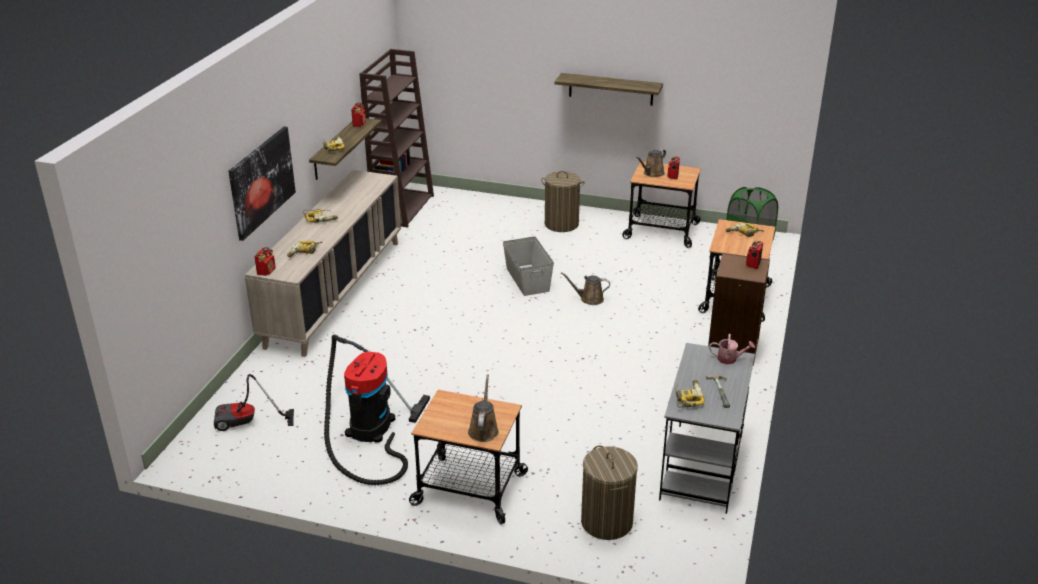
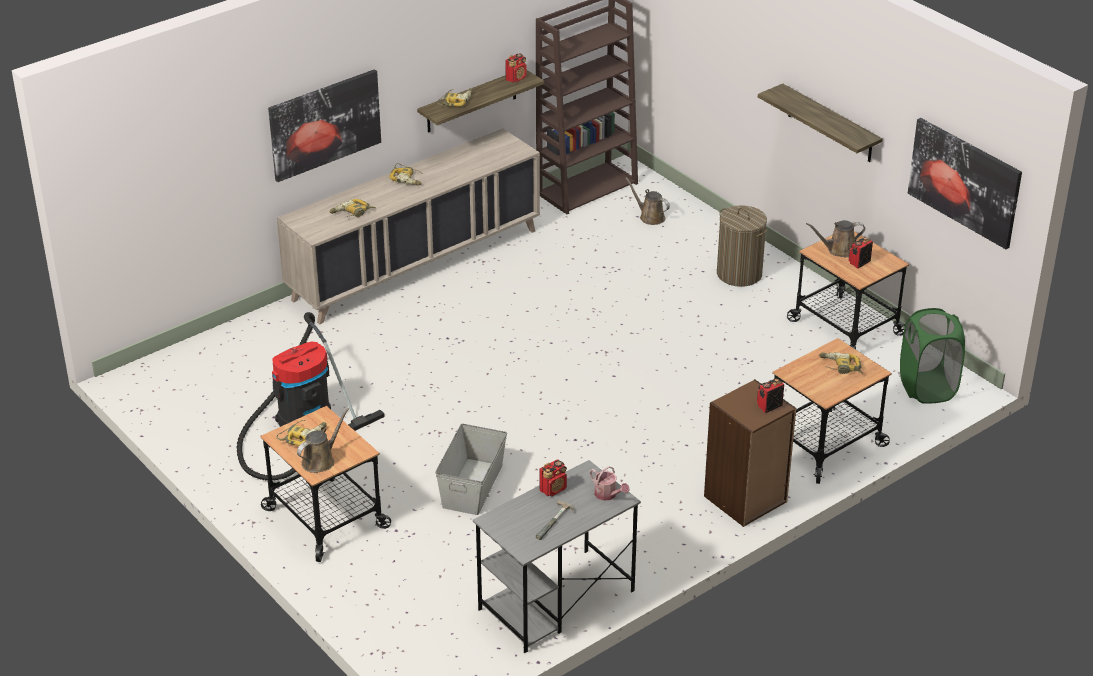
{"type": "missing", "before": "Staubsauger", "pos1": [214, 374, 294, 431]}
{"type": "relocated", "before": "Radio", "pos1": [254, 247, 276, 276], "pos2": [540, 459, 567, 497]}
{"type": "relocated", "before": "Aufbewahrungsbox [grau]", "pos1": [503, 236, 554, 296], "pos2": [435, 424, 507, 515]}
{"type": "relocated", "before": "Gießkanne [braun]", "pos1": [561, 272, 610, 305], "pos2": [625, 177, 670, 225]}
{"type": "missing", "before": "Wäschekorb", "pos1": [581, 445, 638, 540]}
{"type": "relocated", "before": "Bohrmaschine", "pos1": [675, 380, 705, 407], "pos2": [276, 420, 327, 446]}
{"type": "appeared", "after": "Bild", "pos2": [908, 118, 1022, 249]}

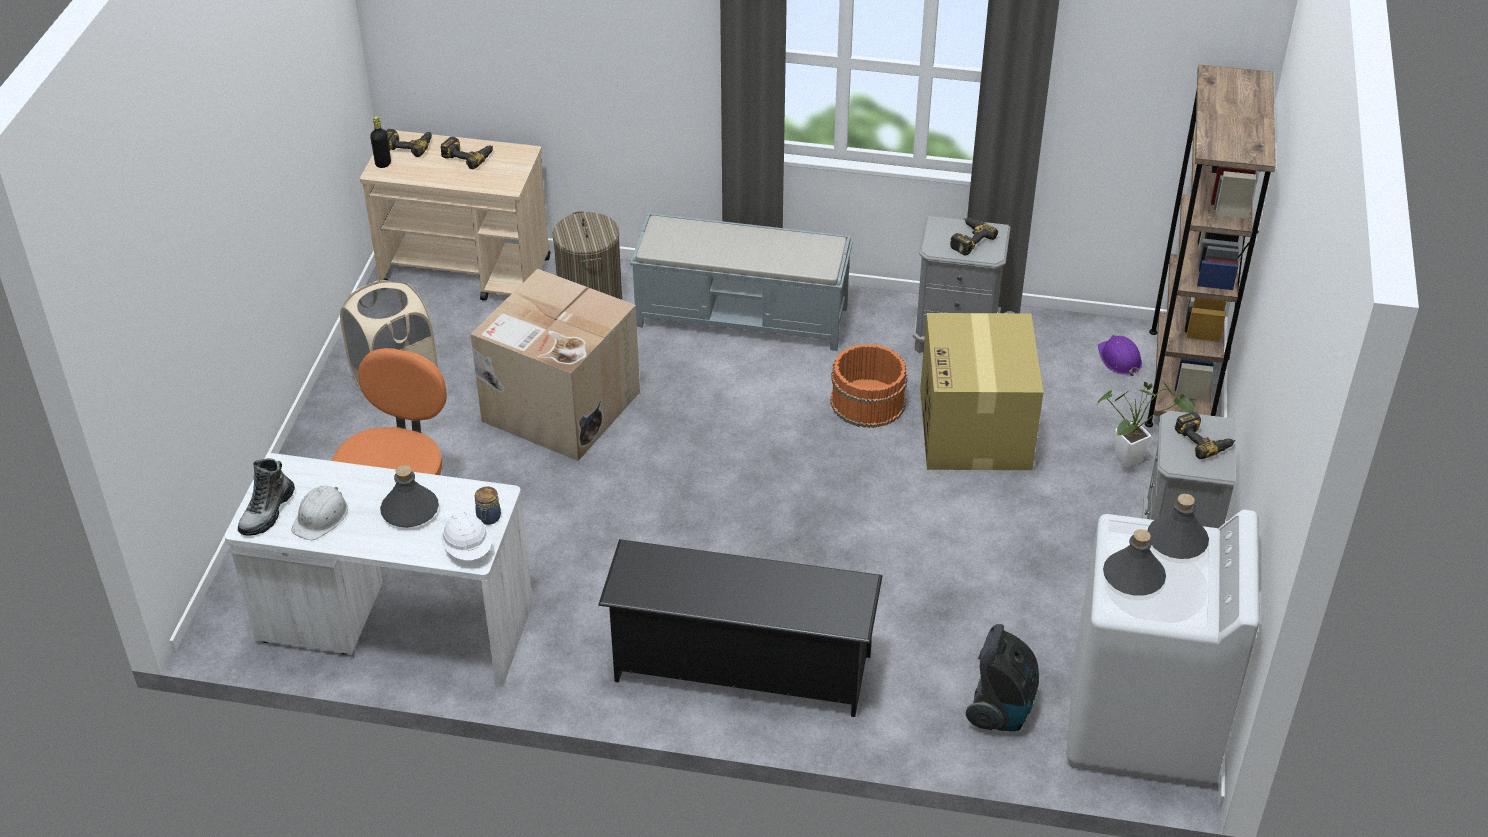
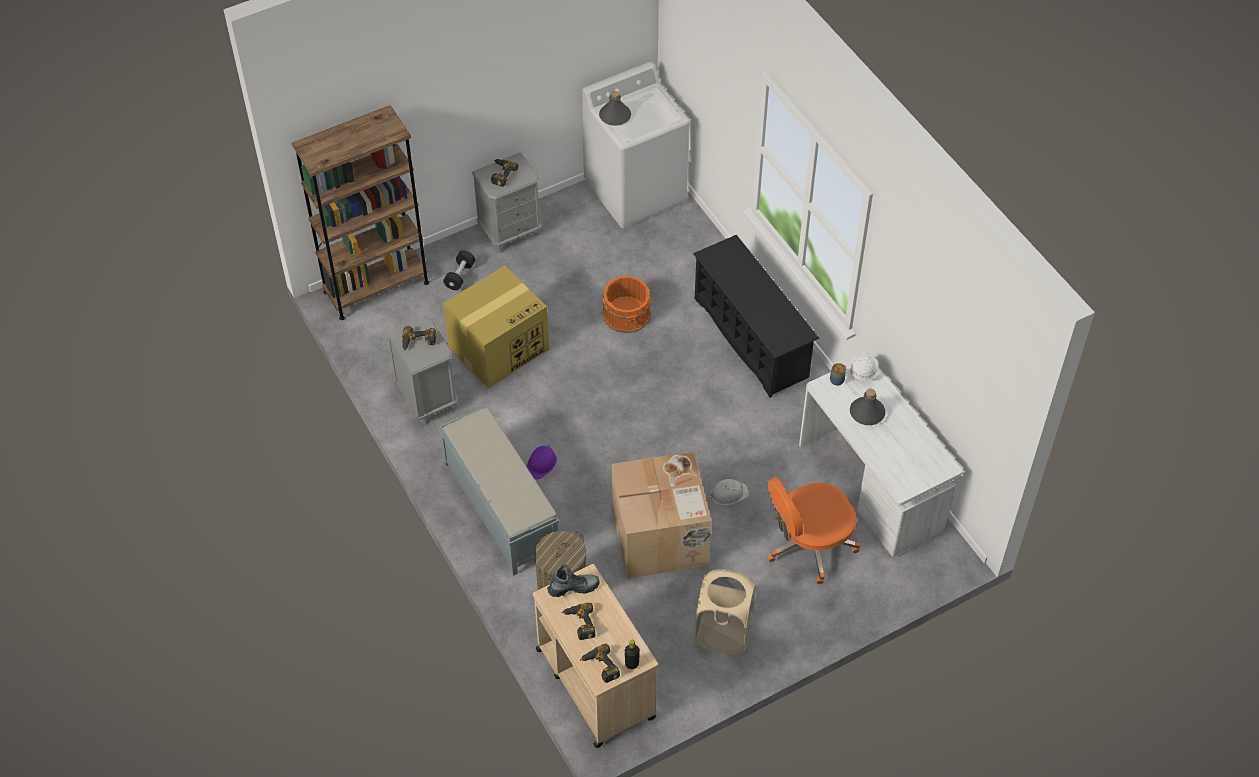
{"type": "relocated", "before": "Stiefel", "pos1": [238, 458, 295, 536], "pos2": [547, 564, 600, 597]}
{"type": "relocated", "before": "Schutzhelm [weiß]", "pos1": [291, 486, 348, 540], "pos2": [709, 479, 749, 505]}
{"type": "relocated", "before": "Eimer [orange]", "pos1": [830, 344, 907, 428], "pos2": [602, 276, 651, 333]}
{"type": "missing", "before": "Staubsauger", "pos1": [966, 624, 1039, 731]}
{"type": "exchanged", "before": "Topfpflanze", "after": "Hantel [schwarz]", "pos1": [1097, 382, 1194, 468], "pos2": [443, 250, 475, 290]}
{"type": "relocated", "before": "Schutzhelm [lila]", "pos1": [1098, 335, 1142, 376], "pos2": [526, 445, 557, 479]}
{"type": "missing", "before": "Flasche [grau]", "pos1": [1103, 529, 1166, 596]}

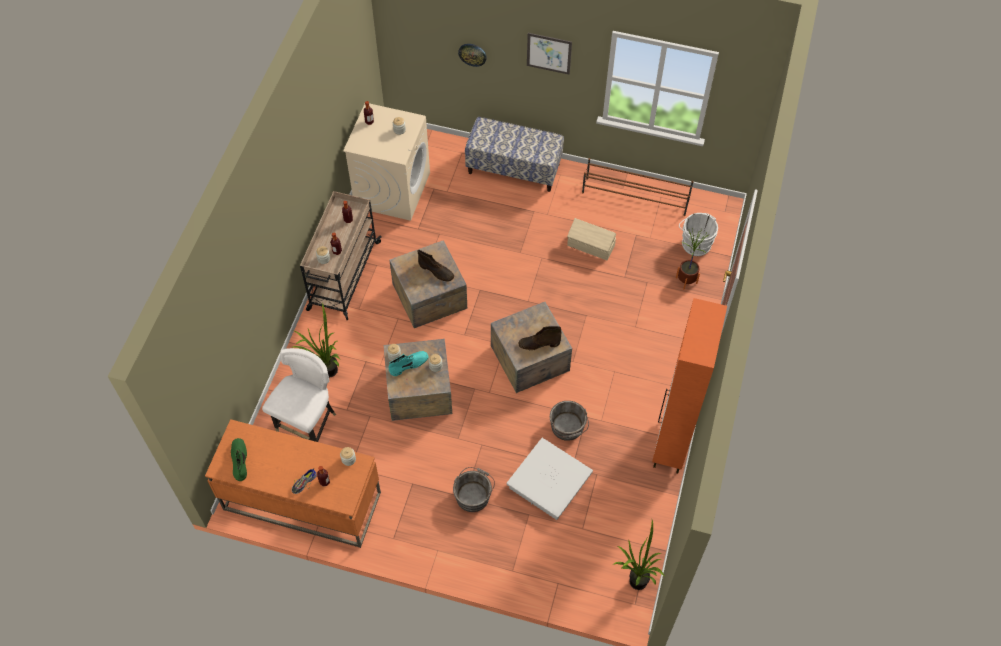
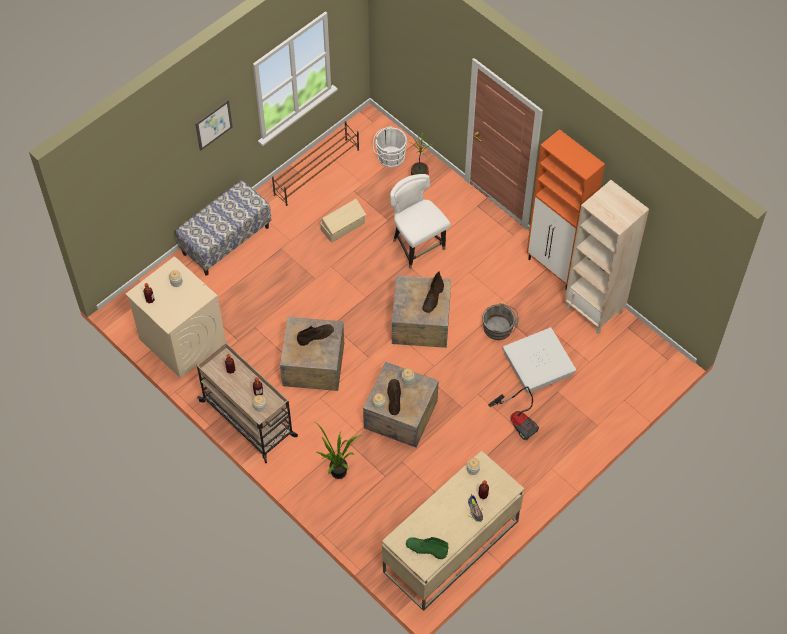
{"type": "colour", "before": "Schreibtisch [orange]", "after": "Schreibtisch [beige]", "pos1": [205, 419, 381, 548], "pos2": [382, 451, 524, 611]}
{"type": "relocated", "before": "Stuhl [weiß]", "pos1": [262, 348, 336, 442], "pos2": [390, 174, 451, 269]}
{"type": "colour", "before": "Stiefel [türkis]", "after": "Stiefel [braun]", "pos1": [389, 351, 428, 376], "pos2": [387, 379, 401, 415]}
{"type": "exchanged", "before": "Eimer [grau]", "after": "Staubsauger", "pos1": [453, 467, 495, 512], "pos2": [488, 386, 539, 440]}
{"type": "missing", "before": "Wanduhr", "pos1": [458, 44, 487, 67]}
{"type": "missing", "before": "Topfpflanze", "pos1": [614, 520, 665, 590]}
{"type": "appeared", "after": "Bücherregal [beige]", "pos2": [565, 180, 649, 334]}

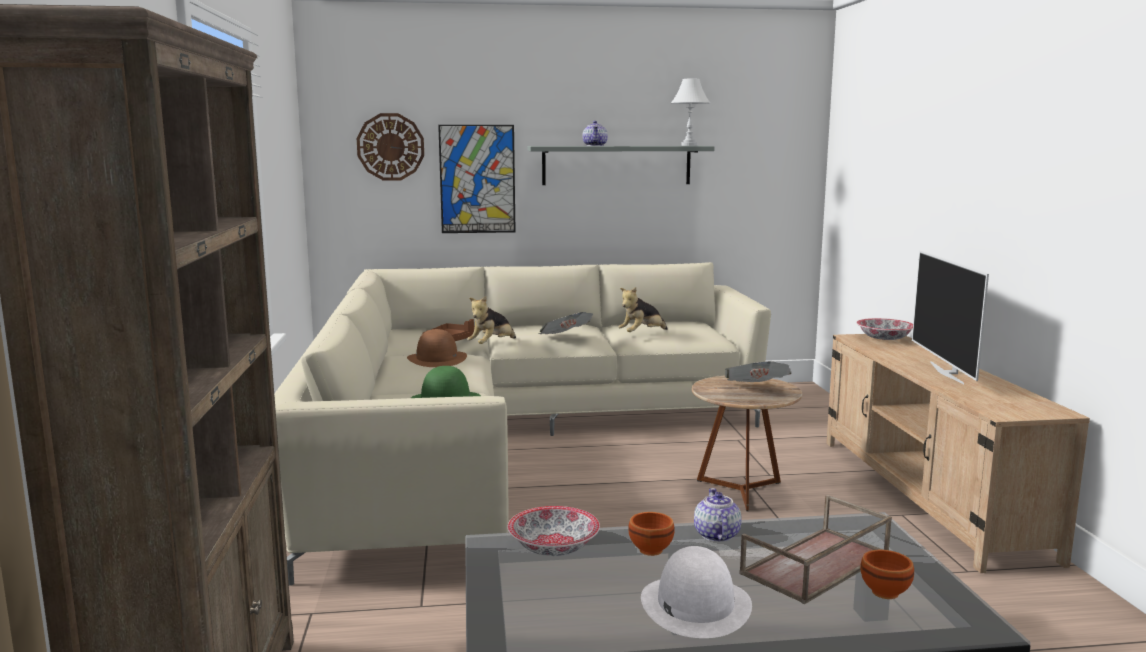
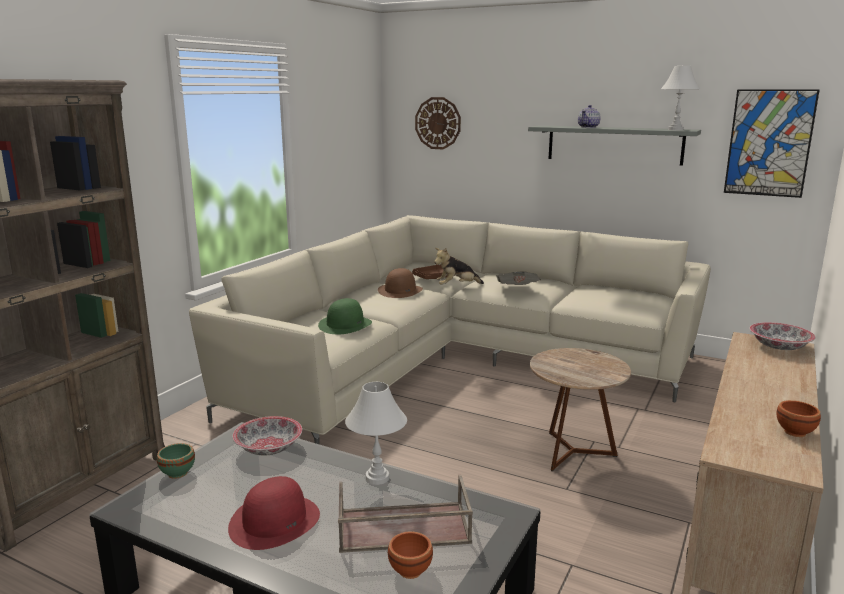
{"type": "relocated", "before": "Bild", "pos1": [438, 125, 516, 233], "pos2": [724, 89, 820, 198]}
{"type": "missing", "before": "Plüschtier", "pos1": [618, 287, 668, 332]}
{"type": "relocated", "before": "Schüssel [braun]", "pos1": [628, 512, 675, 556], "pos2": [777, 400, 821, 437]}
{"type": "colour", "before": "Hut [weiß]", "after": "Hut [rot]", "pos1": [641, 546, 752, 638], "pos2": [228, 476, 320, 550]}
{"type": "exchanged", "before": "Teekanne", "after": "Tischlampe [weiß]", "pos1": [694, 488, 741, 542], "pos2": [345, 382, 407, 485]}
{"type": "missing", "before": "Zeitung", "pos1": [725, 361, 791, 382]}
{"type": "missing", "before": "Fernseher", "pos1": [912, 251, 989, 384]}
{"type": "appeared", "after": "Schüssel [grün]", "pos2": [157, 443, 195, 479]}

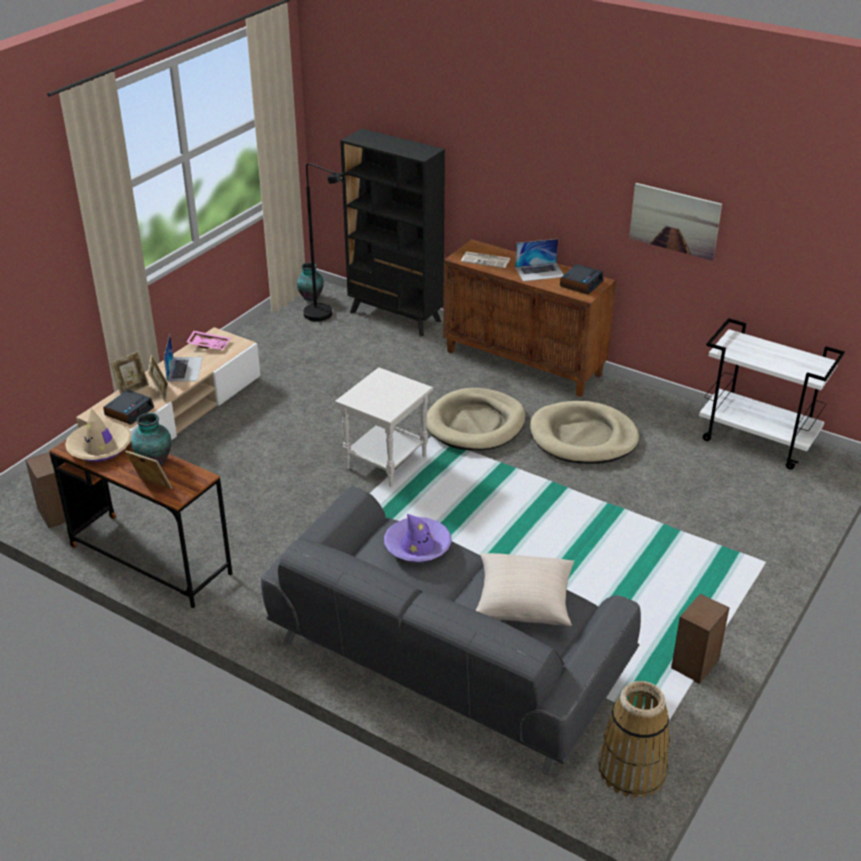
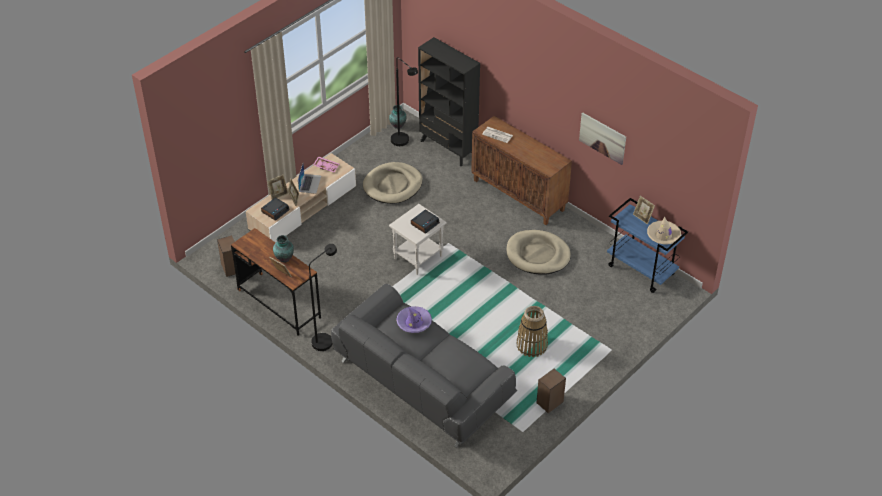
{"type": "relocated", "before": "Hut [beige]", "pos1": [65, 408, 132, 462], "pos2": [647, 217, 681, 245]}
{"type": "relocated", "before": "Hundebett [beige]", "pos1": [426, 388, 526, 450], "pos2": [363, 162, 423, 204]}
{"type": "missing", "before": "Kissen [beige]", "pos1": [476, 553, 574, 626]}
{"type": "missing", "before": "Laptop", "pos1": [515, 239, 564, 281]}
{"type": "relocated", "before": "Wecker", "pos1": [560, 264, 604, 295], "pos2": [411, 209, 440, 234]}
{"type": "relocated", "before": "Korb", "pos1": [598, 681, 670, 798], "pos2": [516, 306, 548, 357]}
{"type": "colour", "before": "Rollwagen [weiß]", "after": "Rollwagen [blau]", "pos1": [699, 318, 845, 470], "pos2": [607, 198, 688, 293]}
{"type": "appeared", "after": "Stehlampe [schwarz]", "pos2": [309, 244, 337, 351]}
{"type": "appeared", "after": "Bilderrahmen", "pos2": [633, 196, 655, 224]}

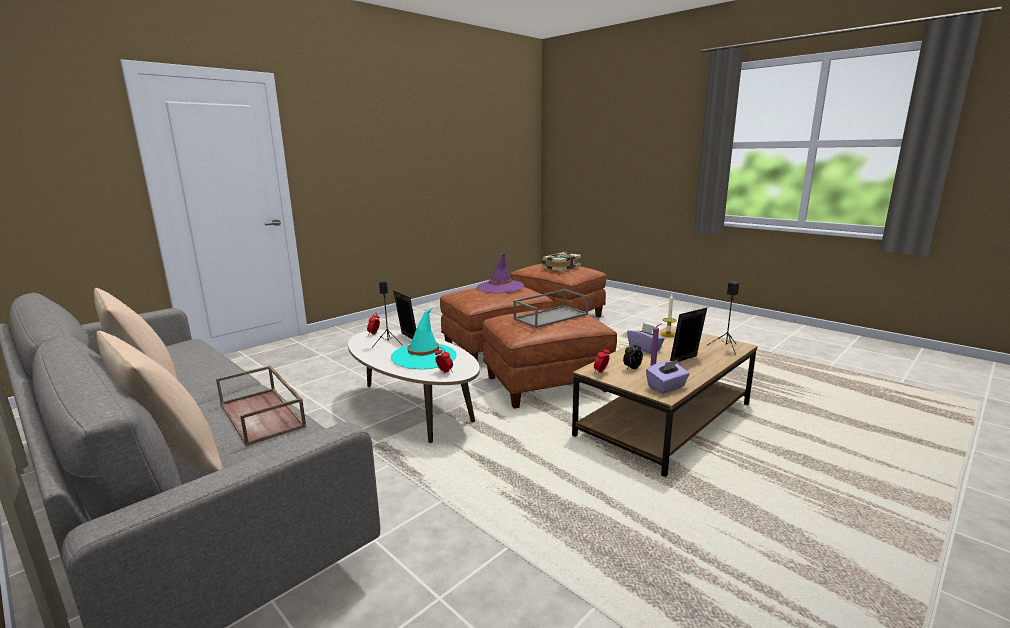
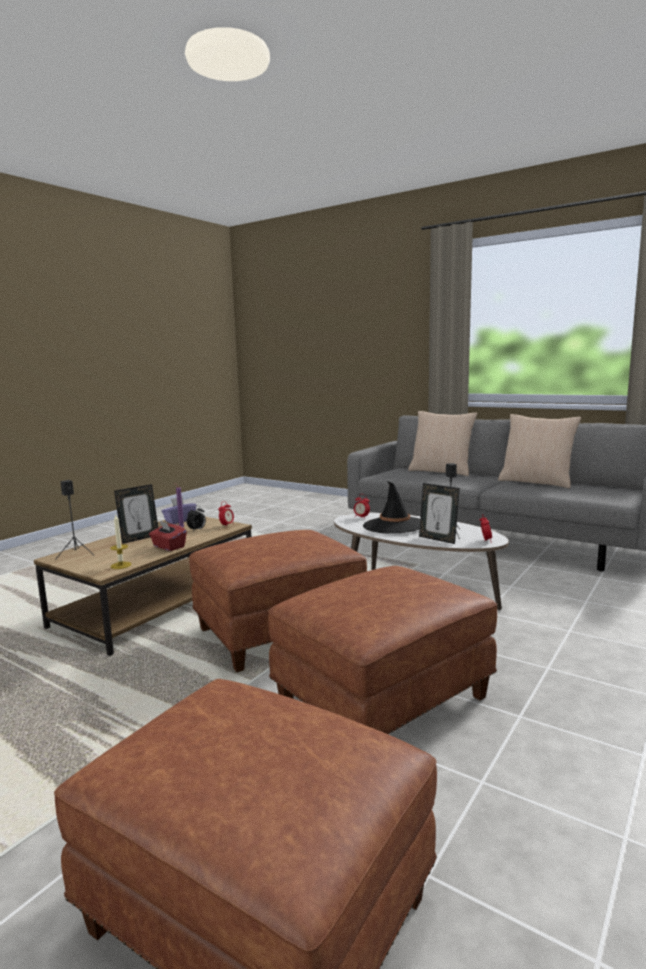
{"type": "missing", "before": "Tablett [braun]", "pos1": [216, 366, 306, 446]}
{"type": "colour", "before": "Hut [türkis]", "after": "Hut [schwarz]", "pos1": [391, 308, 457, 369], "pos2": [363, 481, 420, 533]}
{"type": "missing", "before": "Hut [lila]", "pos1": [477, 254, 524, 293]}
{"type": "missing", "before": "Tablett [grau]", "pos1": [513, 289, 589, 328]}
{"type": "missing", "before": "Buch", "pos1": [542, 252, 581, 272]}
{"type": "colour", "before": "Taschentuchbox [lila]", "after": "Taschentuchbox [rot]", "pos1": [627, 323, 665, 354], "pos2": [149, 520, 187, 551]}

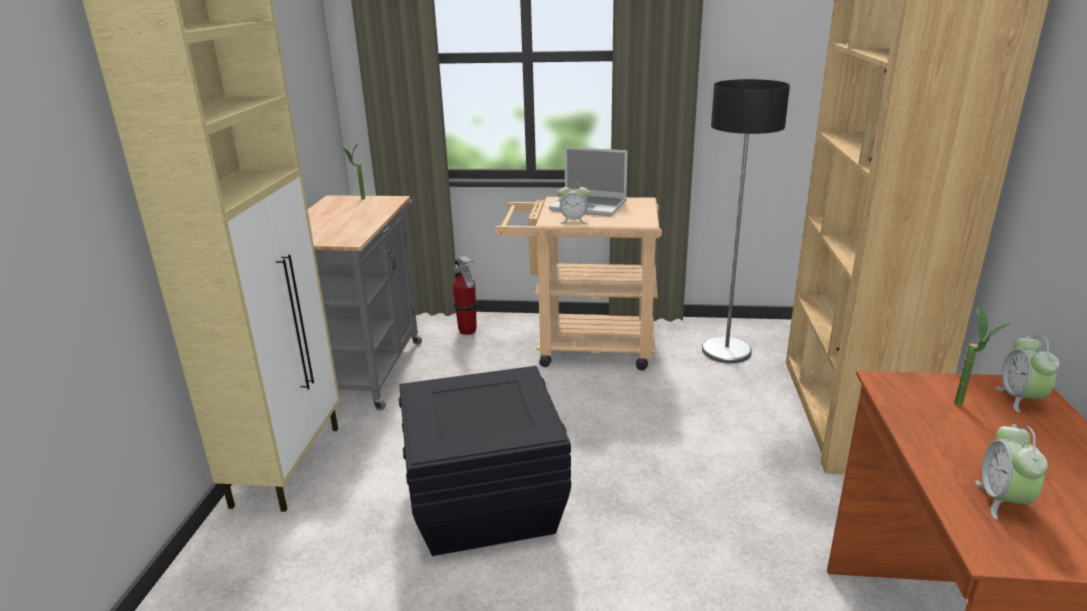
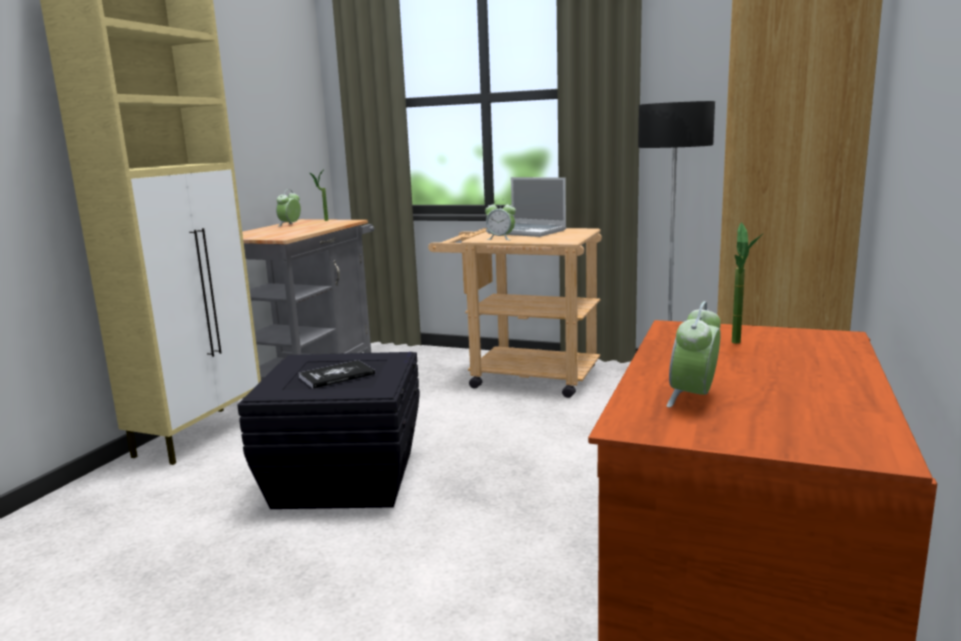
{"type": "missing", "before": "Feuerlöscher", "pos1": [453, 256, 477, 335]}
{"type": "relocated", "before": "Wecker", "pos1": [996, 335, 1060, 412], "pos2": [276, 189, 301, 227]}
{"type": "appeared", "after": "Buch", "pos2": [299, 360, 375, 389]}

